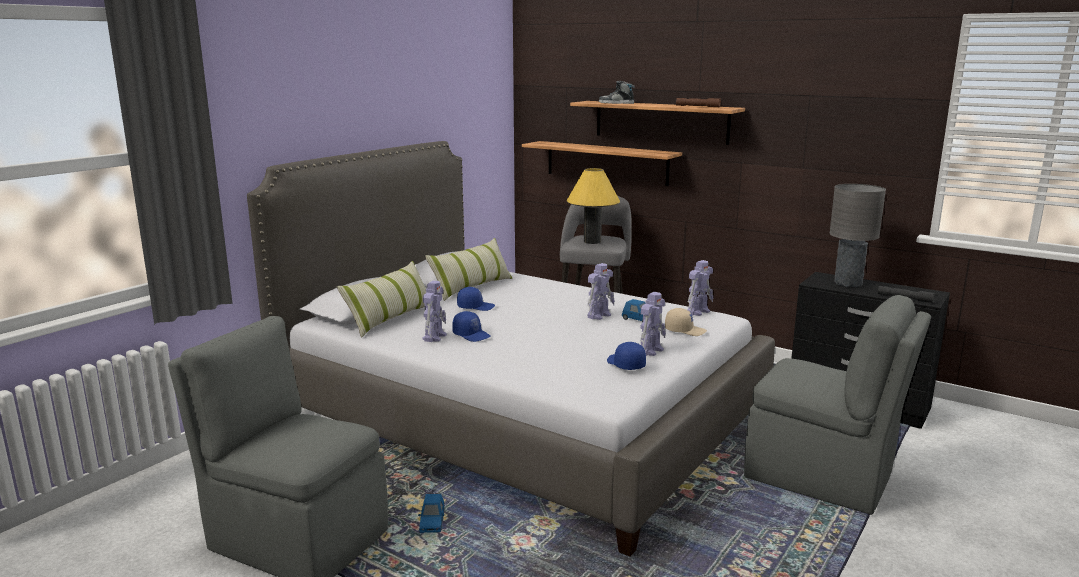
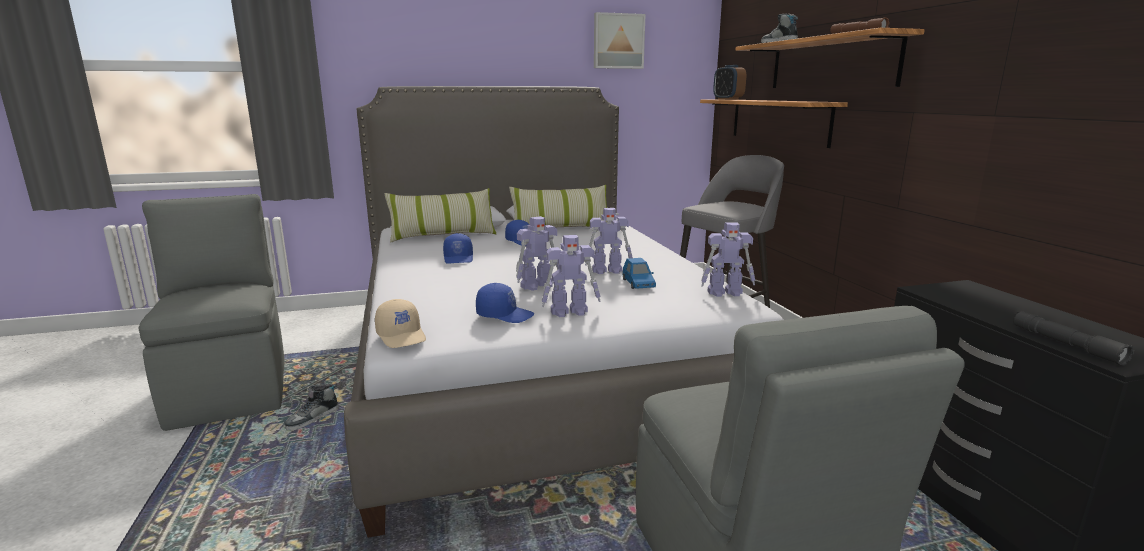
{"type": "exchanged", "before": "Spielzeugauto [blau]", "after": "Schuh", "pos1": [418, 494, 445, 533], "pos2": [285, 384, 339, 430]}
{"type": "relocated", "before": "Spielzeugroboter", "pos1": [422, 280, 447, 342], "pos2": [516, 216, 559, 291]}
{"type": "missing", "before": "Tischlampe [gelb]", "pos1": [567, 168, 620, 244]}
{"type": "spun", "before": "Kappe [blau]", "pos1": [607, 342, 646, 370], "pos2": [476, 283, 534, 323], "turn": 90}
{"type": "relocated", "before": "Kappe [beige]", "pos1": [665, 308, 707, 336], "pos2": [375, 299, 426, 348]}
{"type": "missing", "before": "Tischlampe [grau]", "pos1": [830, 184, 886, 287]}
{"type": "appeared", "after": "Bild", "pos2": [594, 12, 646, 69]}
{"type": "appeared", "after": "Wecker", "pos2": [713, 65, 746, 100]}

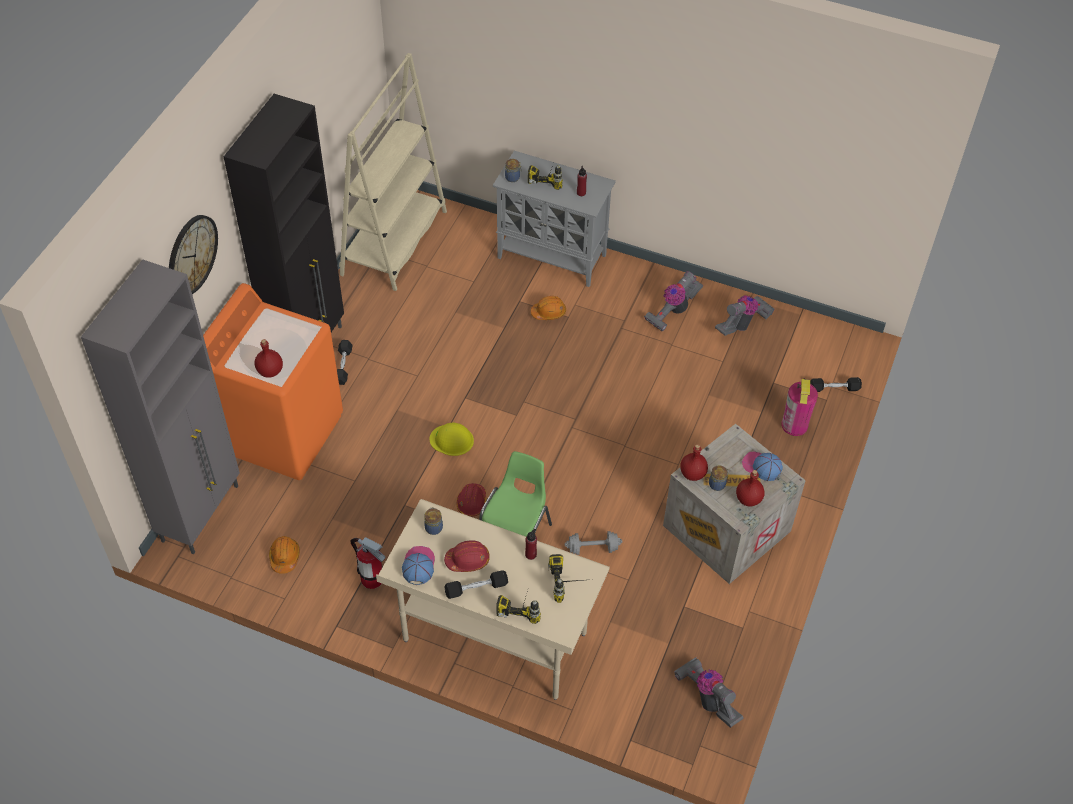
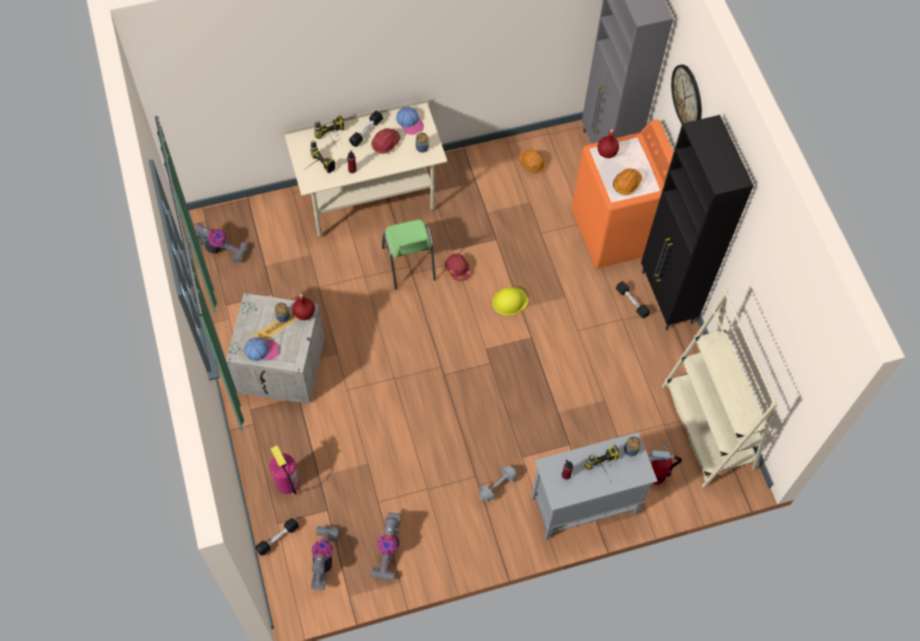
{"type": "relocated", "before": "Feuerlöscher", "pos1": [350, 537, 385, 589], "pos2": [648, 442, 682, 484]}
{"type": "relocated", "before": "Schutzhelm [orange]", "pos1": [531, 296, 566, 320], "pos2": [613, 168, 642, 195]}
{"type": "relocated", "before": "Hantel [grau]", "pos1": [565, 531, 622, 555], "pos2": [479, 466, 517, 502]}
{"type": "relocated", "before": "Staubsauger", "pos1": [644, 271, 703, 332], "pos2": [311, 526, 339, 590]}
{"type": "missing", "before": "Flasche [rot]", "pos1": [736, 470, 765, 507]}

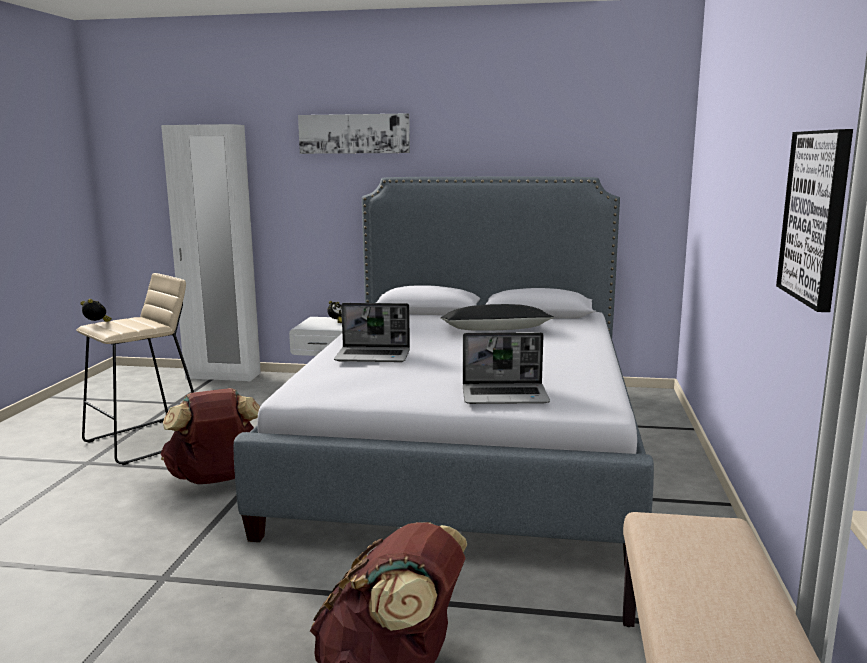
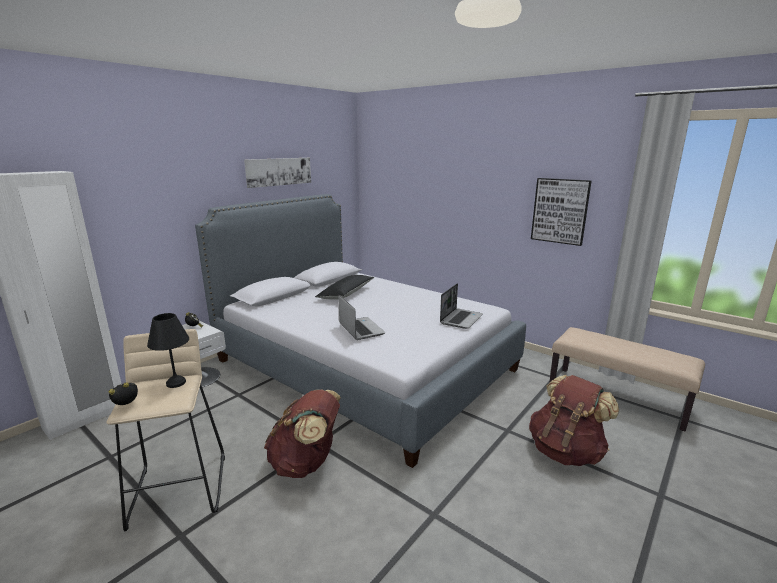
{"type": "relocated", "before": "Bild", "pos1": [298, 113, 410, 154], "pos2": [244, 158, 311, 188]}
{"type": "spun", "before": "Laptop", "pos1": [334, 303, 410, 362], "pos2": [338, 295, 385, 340], "turn": -60}
{"type": "appeared", "after": "Tischlampe [schwarz]", "pos2": [147, 313, 189, 388]}

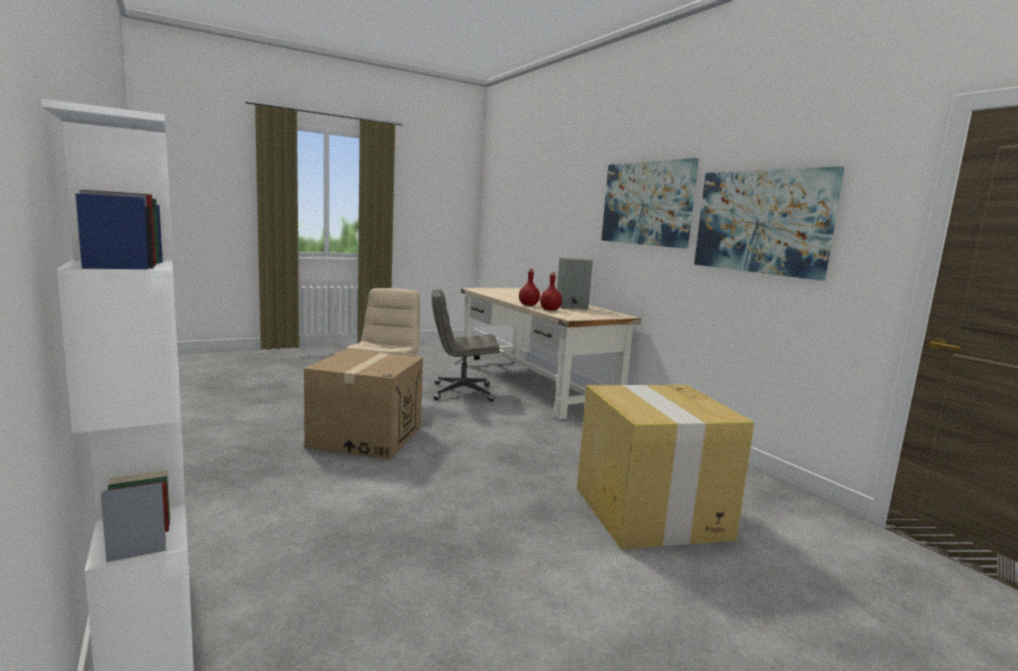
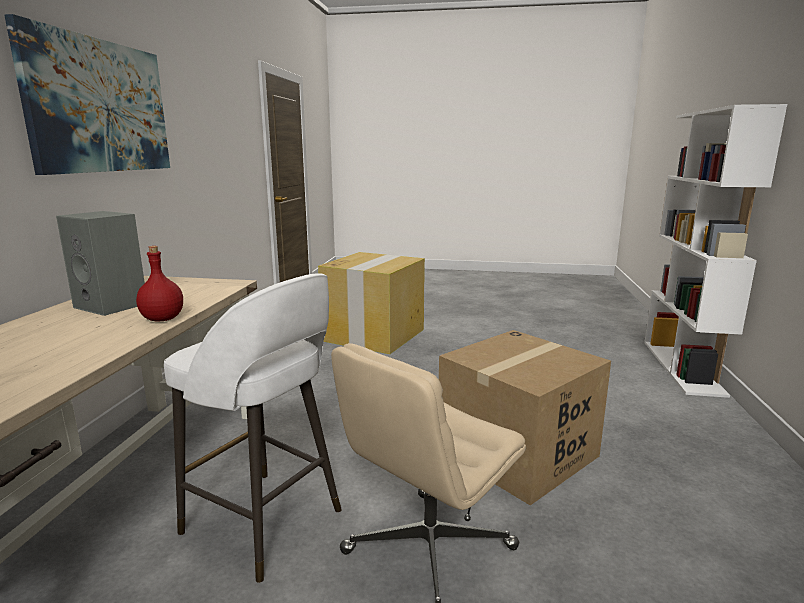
{"type": "exchanged", "before": "Bürostuhl [grau]", "after": "Hocker [weiß]", "pos1": [432, 289, 500, 402], "pos2": [164, 273, 342, 583]}
{"type": "missing", "before": "Flasche [rot]", "pos1": [540, 272, 562, 311]}
{"type": "missing", "before": "Bild", "pos1": [694, 166, 844, 281]}

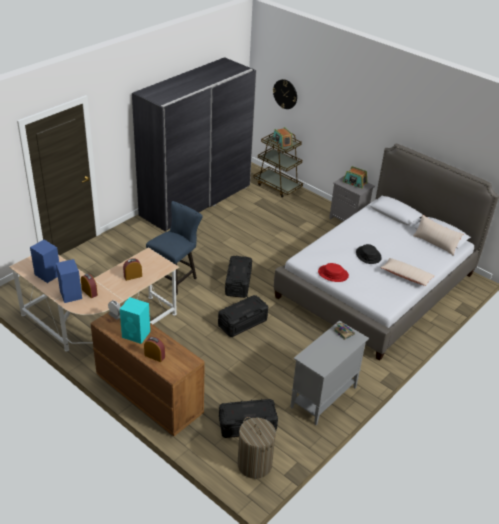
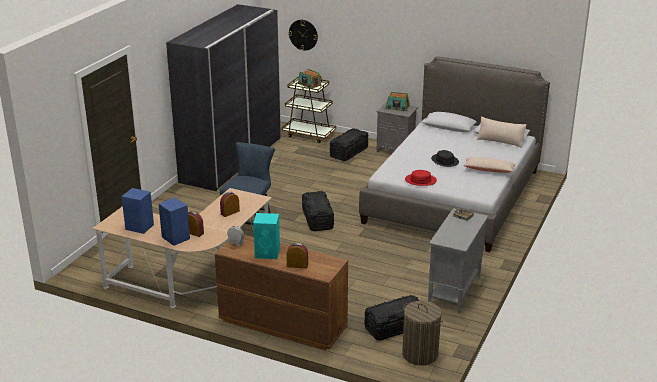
{"type": "relocated", "before": "Aufbewahrungsbox [schwarz]", "pos1": [218, 295, 268, 337], "pos2": [330, 128, 368, 161]}

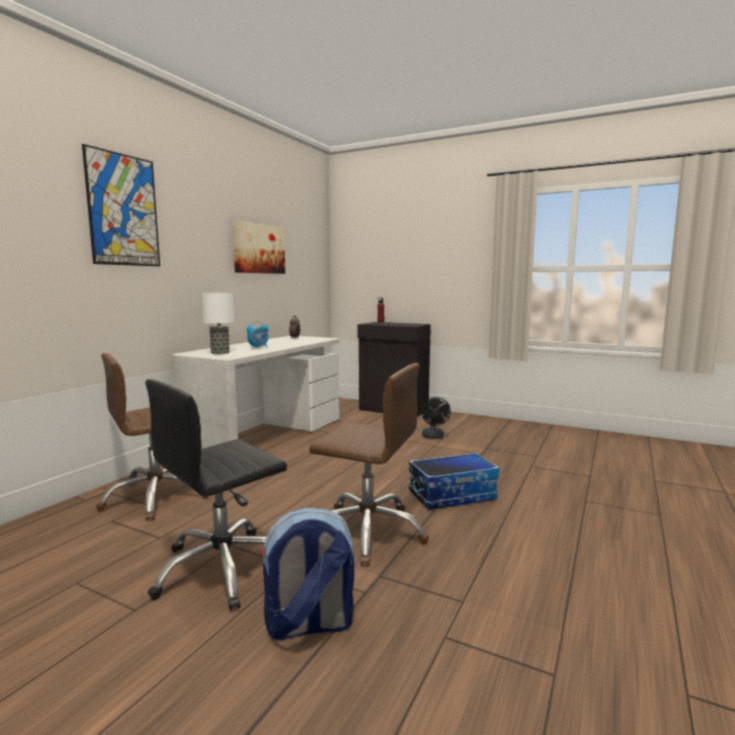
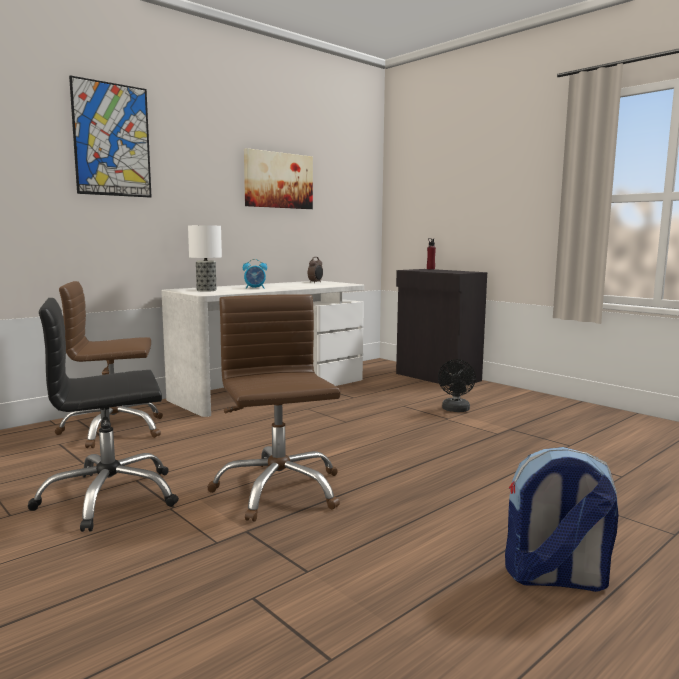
{"type": "relocated", "before": "Rucksack", "pos1": [260, 507, 354, 641], "pos2": [505, 447, 618, 592]}
{"type": "spun", "before": "Bürostuhl [braun]", "pos1": [309, 363, 429, 566], "pos2": [207, 294, 341, 522], "turn": -150}
{"type": "missing", "before": "Aufbewahrungsbox", "pos1": [409, 452, 500, 510]}

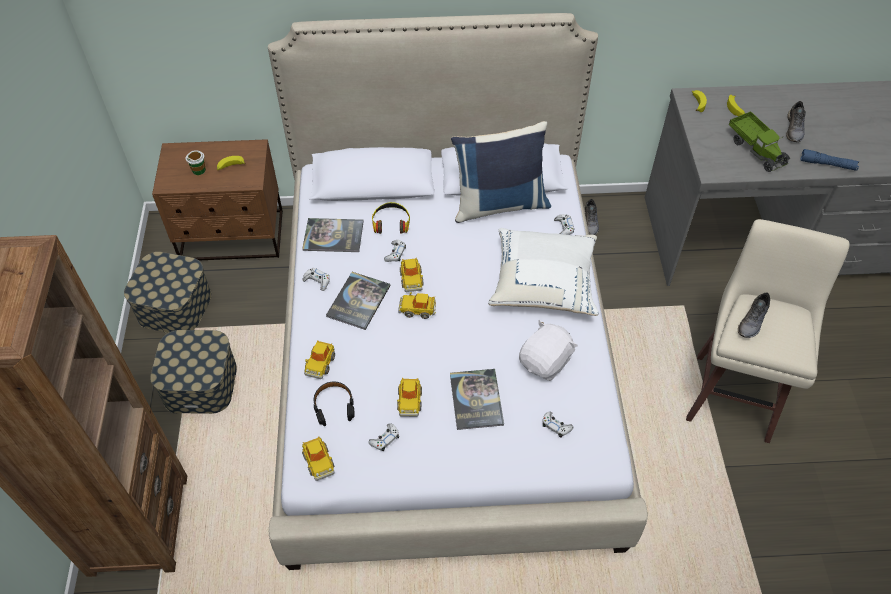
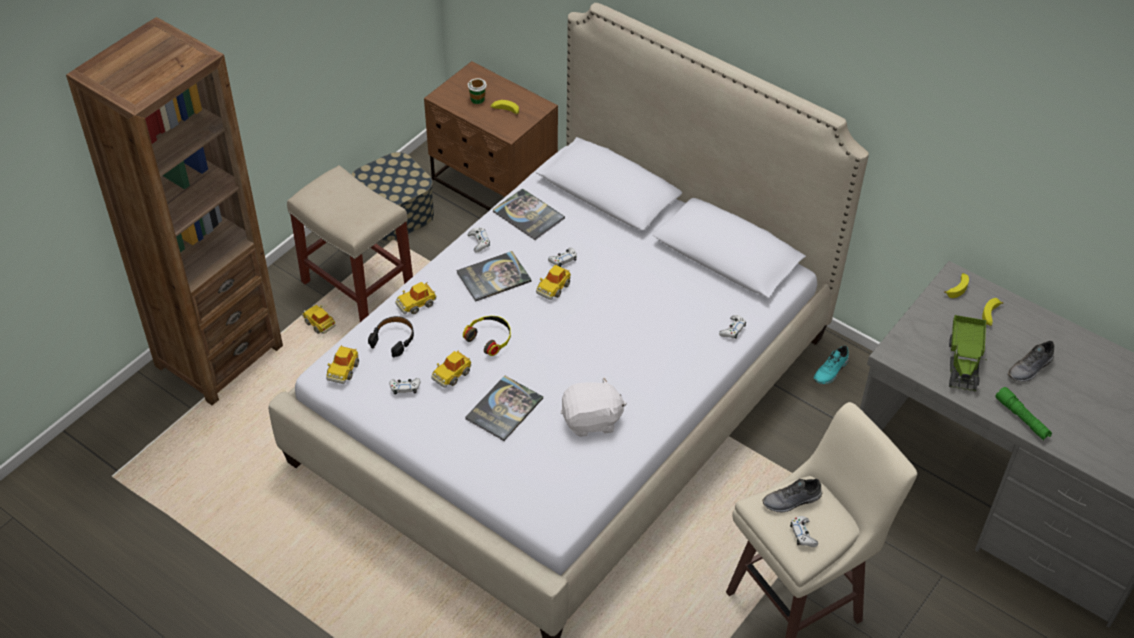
{"type": "exchanged", "before": "Aufbewahrungsbox", "after": "Hocker [beige]", "pos1": [150, 330, 237, 414], "pos2": [287, 165, 413, 322]}
{"type": "relocated", "before": "Kopfhörer", "pos1": [372, 202, 410, 234], "pos2": [463, 316, 511, 356]}
{"type": "relocated", "before": "Spielzeugauto", "pos1": [398, 292, 436, 319], "pos2": [302, 305, 335, 334]}
{"type": "missing", "before": "Kissen [blau]", "pos1": [451, 121, 551, 223]}
{"type": "missing", "before": "Kissen [weiß]", "pos1": [488, 228, 599, 316]}
{"type": "relocated", "before": "Gamepad [weiß]", "pos1": [542, 411, 573, 438], "pos2": [790, 516, 818, 547]}
{"type": "colour", "before": "Schuh [grau]", "after": "Schuh [türkis]", "pos1": [584, 199, 599, 235], "pos2": [813, 346, 849, 384]}
{"type": "colour", "before": "Taschenlampe [blau]", "after": "Taschenlampe [grün]", "pos1": [800, 149, 859, 171], "pos2": [995, 387, 1052, 441]}

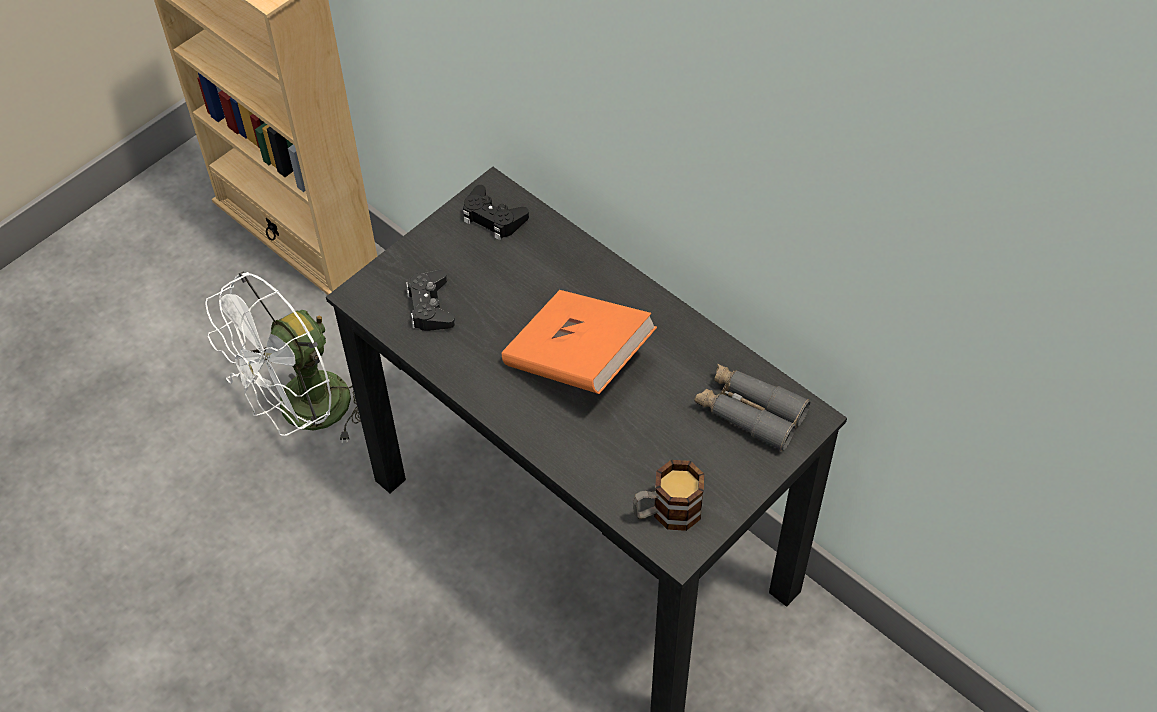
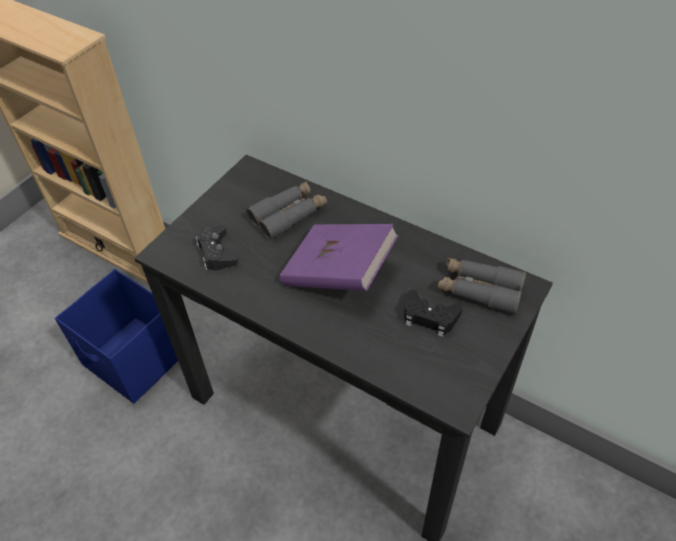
{"type": "exchanged", "before": "Ventilator [weiß]", "after": "Aufbewahrungsbox [blau]", "pos1": [205, 271, 361, 444], "pos2": [55, 269, 178, 404]}
{"type": "relocated", "before": "Gamepad [schwarz]", "pos1": [463, 185, 529, 240], "pos2": [404, 290, 462, 337]}
{"type": "colour", "before": "Buch [orange]", "after": "Buch [lila]", "pos1": [502, 290, 657, 394], "pos2": [279, 224, 399, 291]}
{"type": "missing", "before": "Henkelbecher", "pos1": [632, 460, 704, 531]}
{"type": "appeared", "after": "Fernglas [grau]", "pos2": [246, 181, 327, 240]}

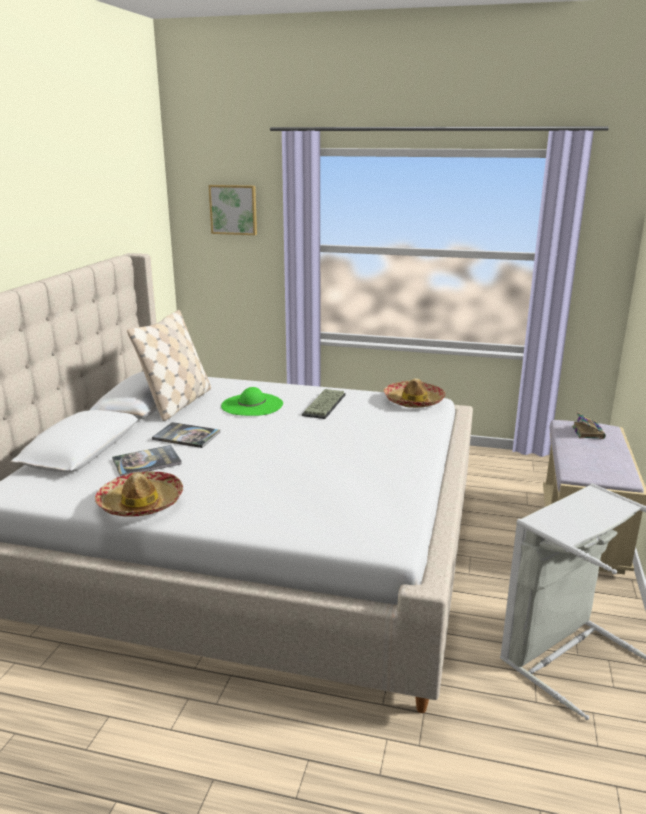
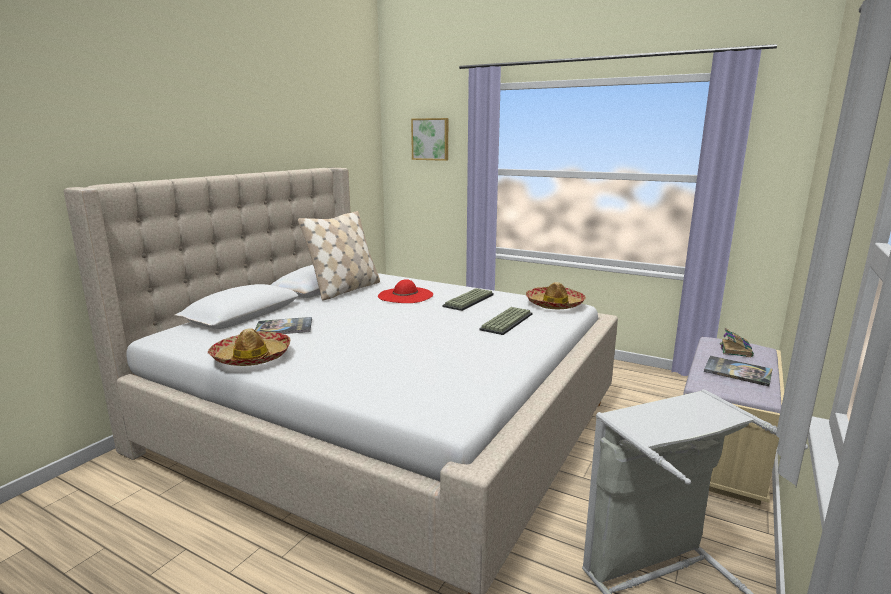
{"type": "relocated", "before": "Buch", "pos1": [152, 422, 220, 448], "pos2": [704, 356, 772, 386]}
{"type": "colour", "before": "Hut [grün]", "after": "Hut [rot]", "pos1": [221, 387, 283, 416], "pos2": [378, 279, 433, 303]}
{"type": "appeared", "after": "Tastatur", "pos2": [480, 307, 533, 335]}

